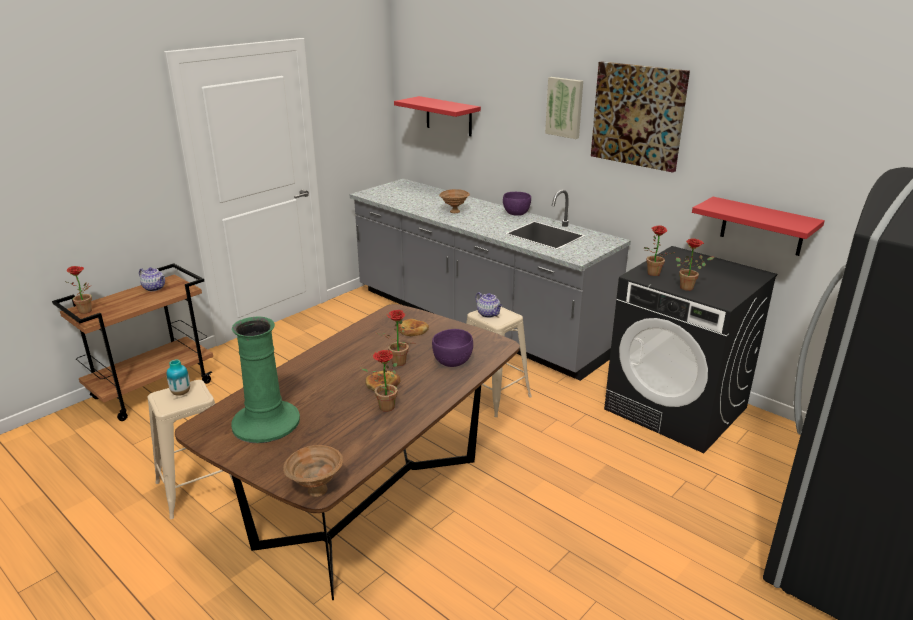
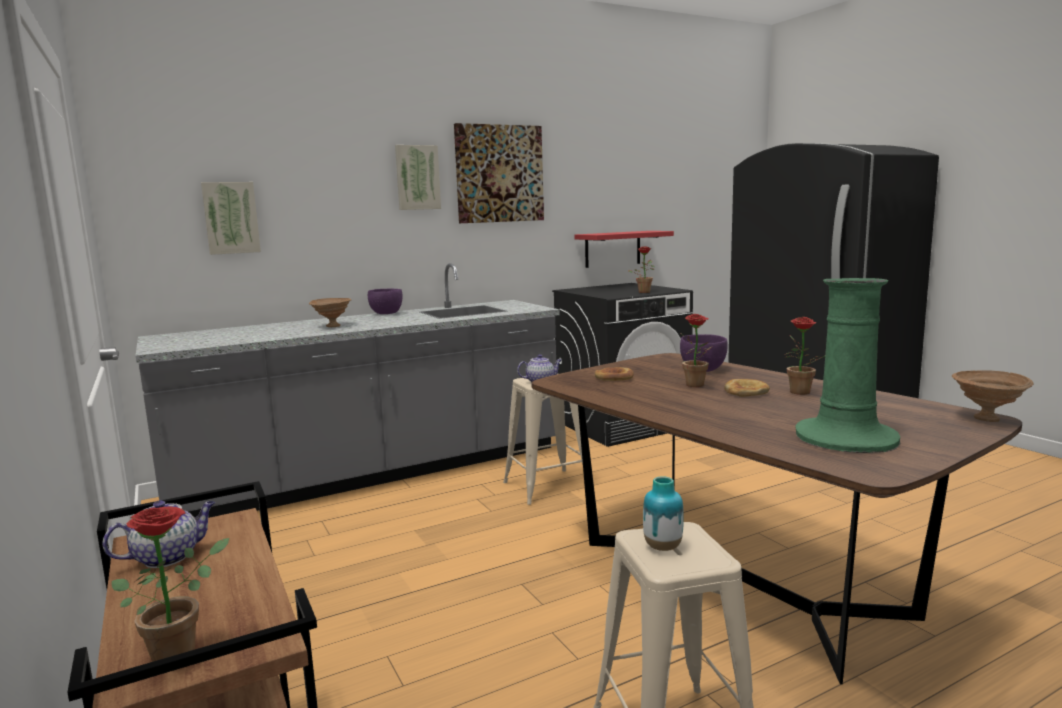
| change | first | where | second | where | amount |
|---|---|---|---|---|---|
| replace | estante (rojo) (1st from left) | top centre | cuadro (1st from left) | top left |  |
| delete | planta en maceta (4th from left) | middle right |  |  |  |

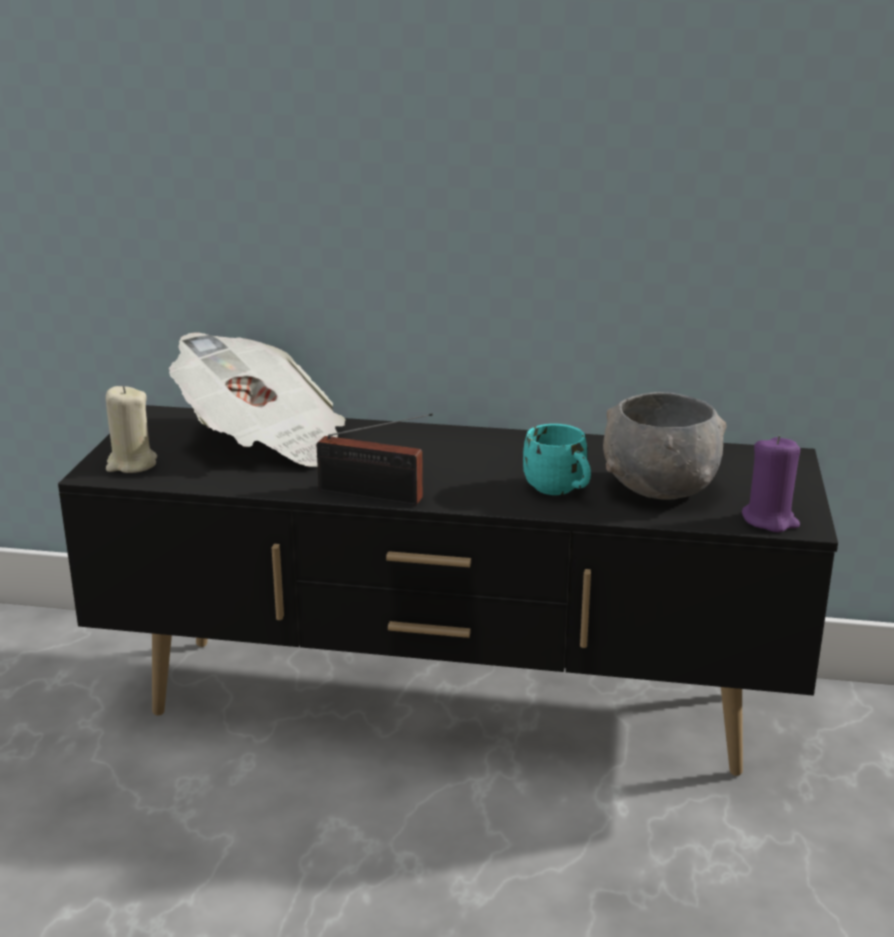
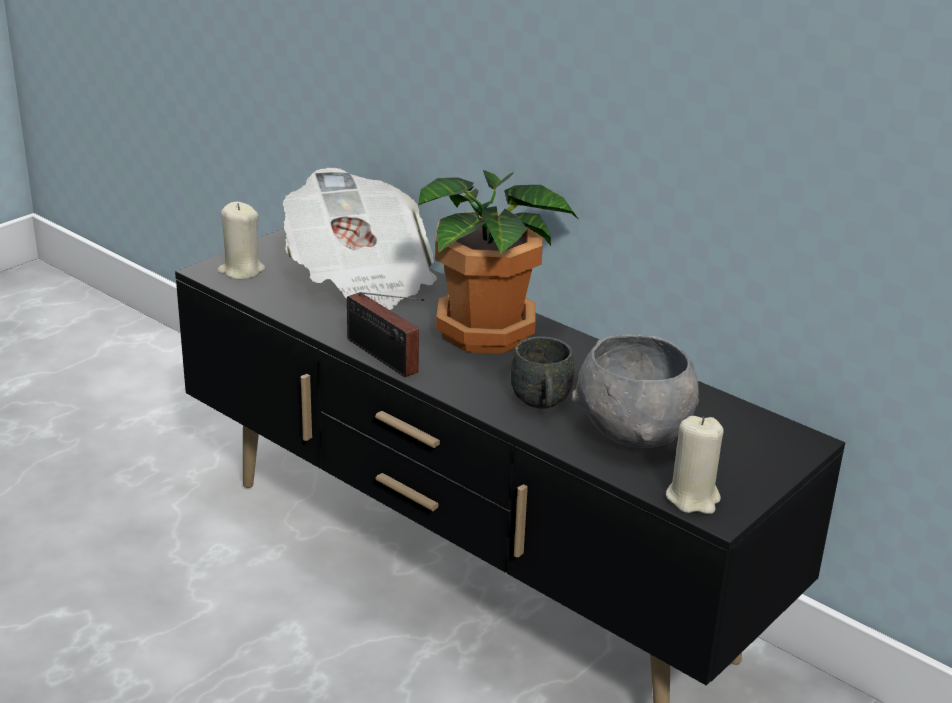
| change | first | where | second | where | amount |
|---|---|---|---|---|---|
| recolor | taza grande (turquesa) | centre | taza grande (gris) | centre |  |
| recolor | vela (morado) | middle right | vela (beis) (2nd from left) | middle right |  |
| insert |  |  | planta en maceta | centre |  |

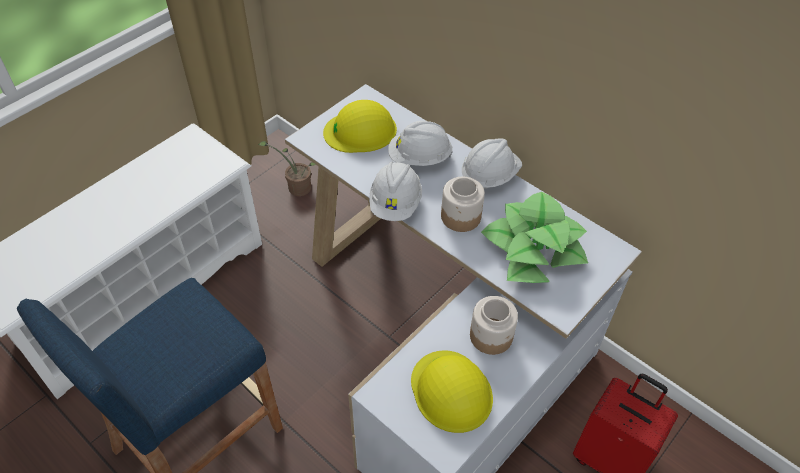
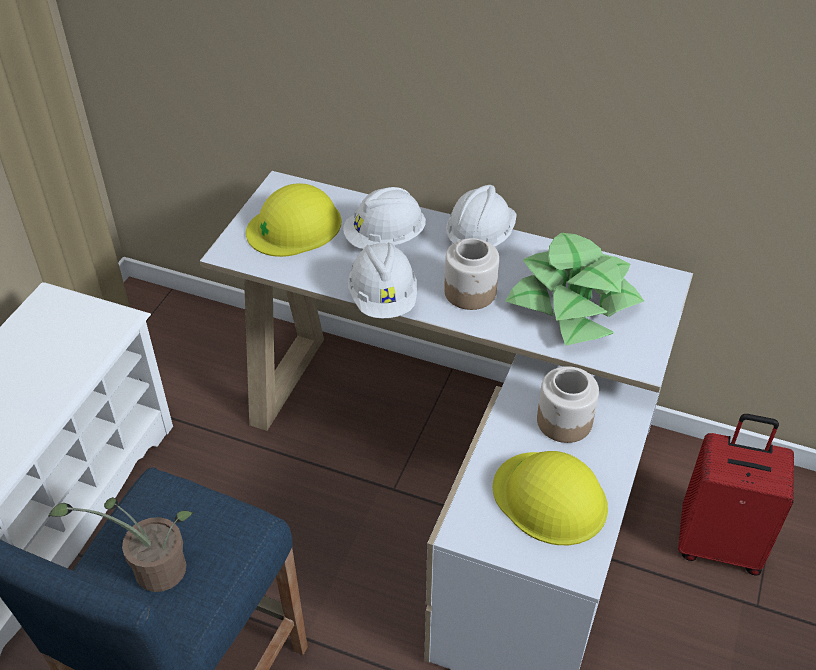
| change | first | where | second | where | amount |
|---|---|---|---|---|---|
| move | planta en maceta (1st from left) | centre |  | bottom left |  |

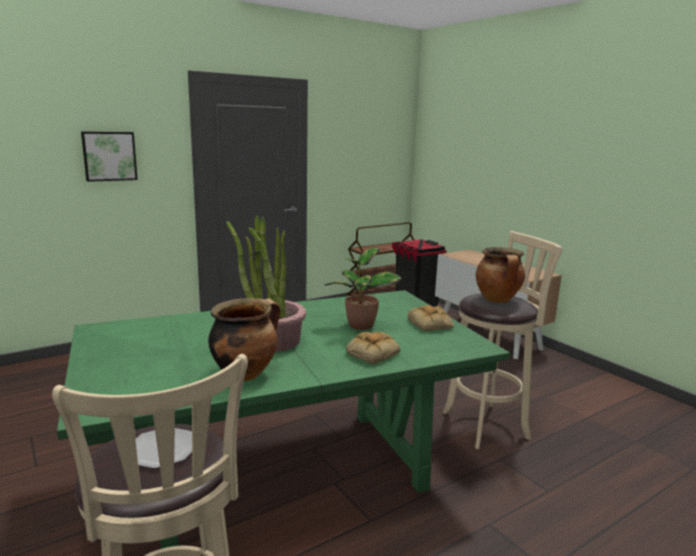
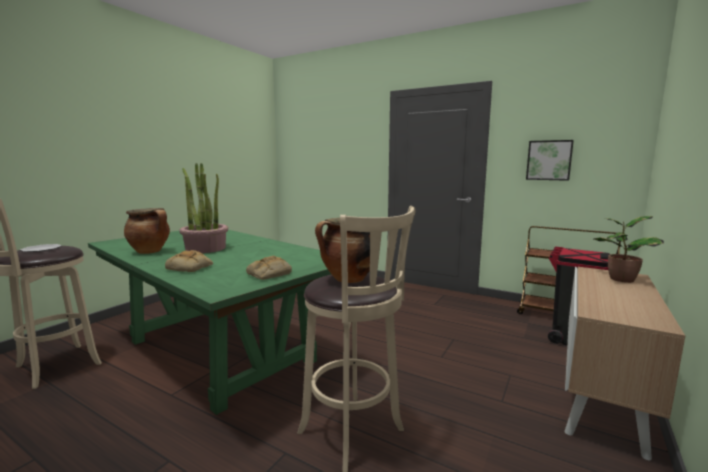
| change | first | where | second | where | amount |
|---|---|---|---|---|---|
| move | cuadro | top left |  | middle right |  |
| move | planta en maceta (2nd from left) | centre |  | middle right |  |

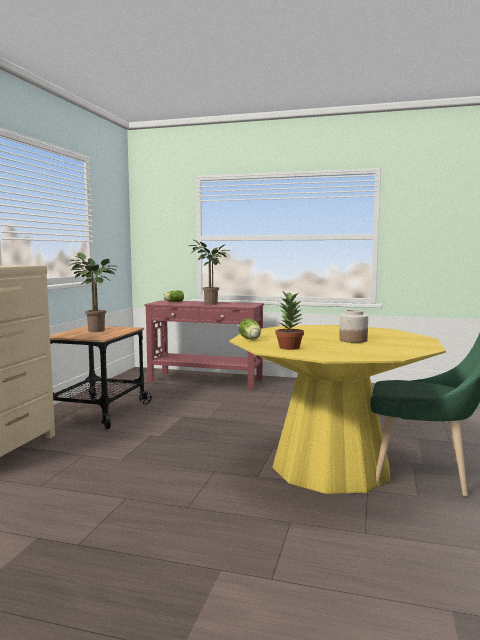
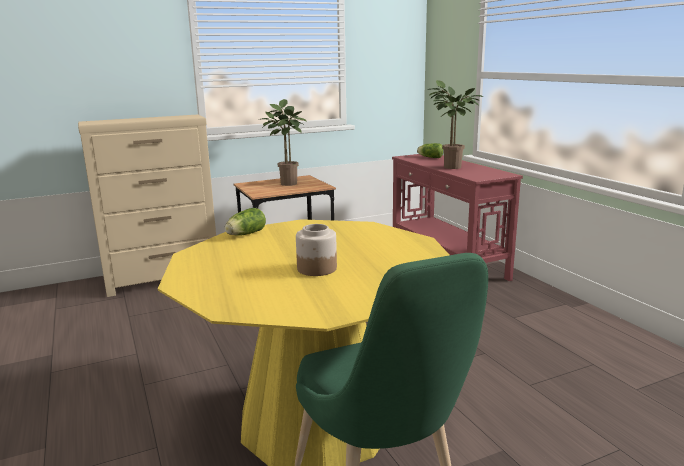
| change | first | where | second | where | amount |
|---|---|---|---|---|---|
| delete | planta en maceta (3rd from left) | centre |  |  |  |

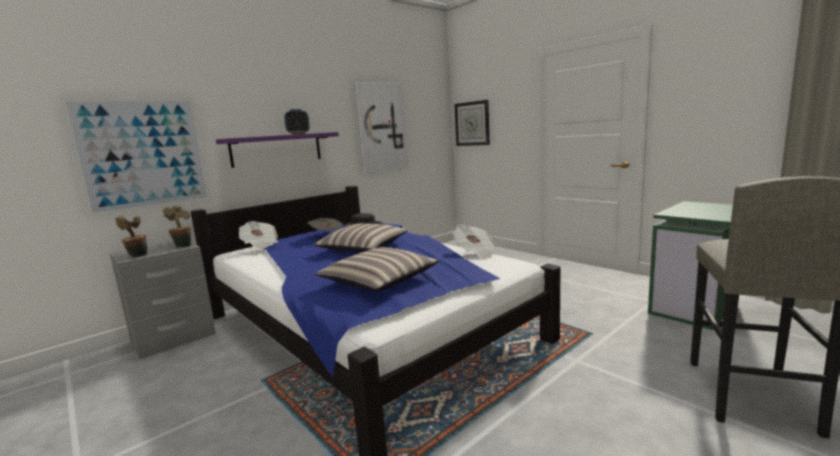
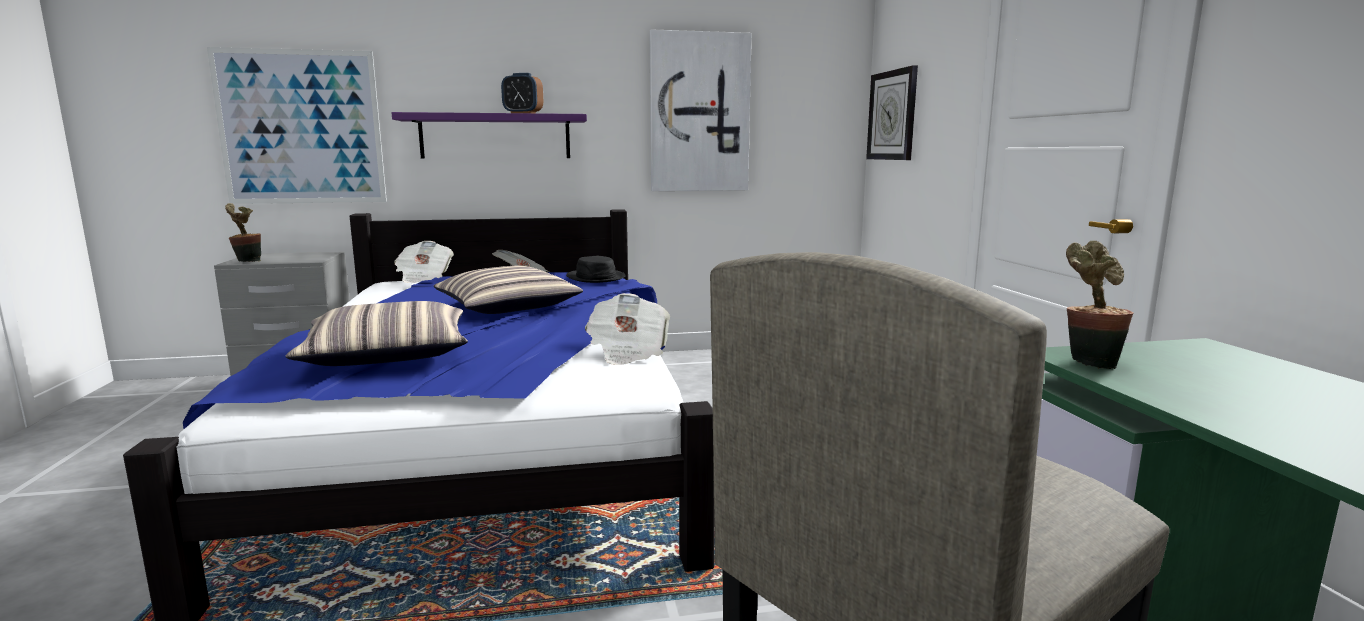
| change | first | where | second | where | amount |
|---|---|---|---|---|---|
| move | planta en maceta (2nd from left) | middle left |  | middle right |  |

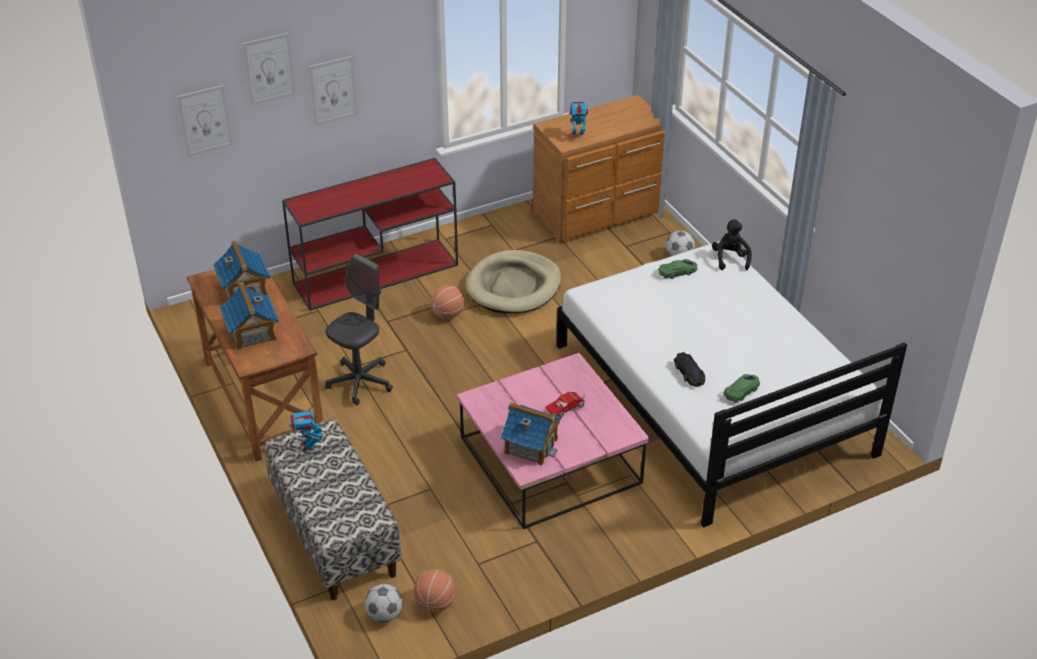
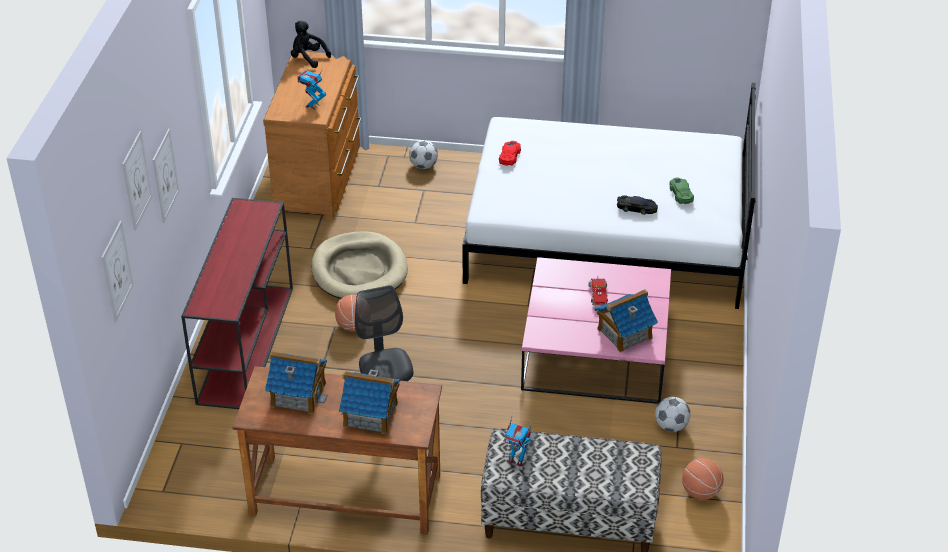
| change | first | where | second | where | amount |
|---|---|---|---|---|---|
| move | peluche (negro) | middle right |  | top left |  |
| recolor | coche de juguete (verde) (1st from left) | centre | coche de juguete (rojo) | top centre |  |
| move | balón de fútbol (1st from left in the first image) | bottom centre | balón de fútbol (2nd from left) | bottom right |  |

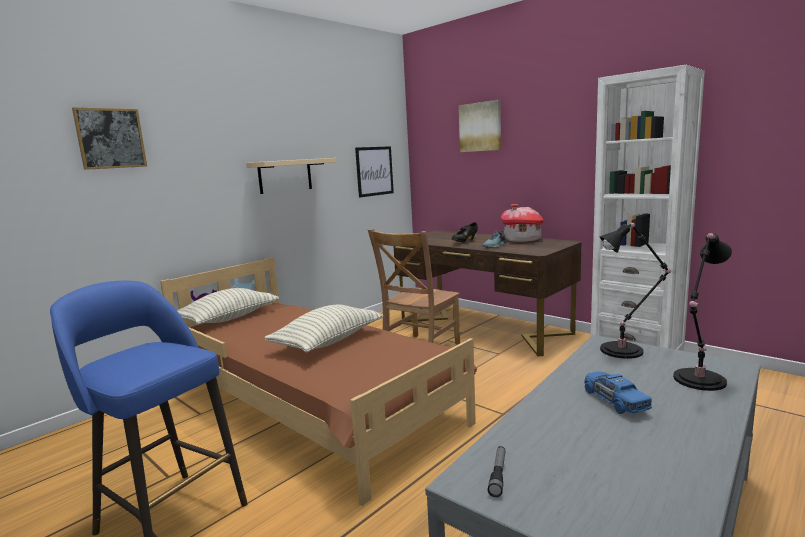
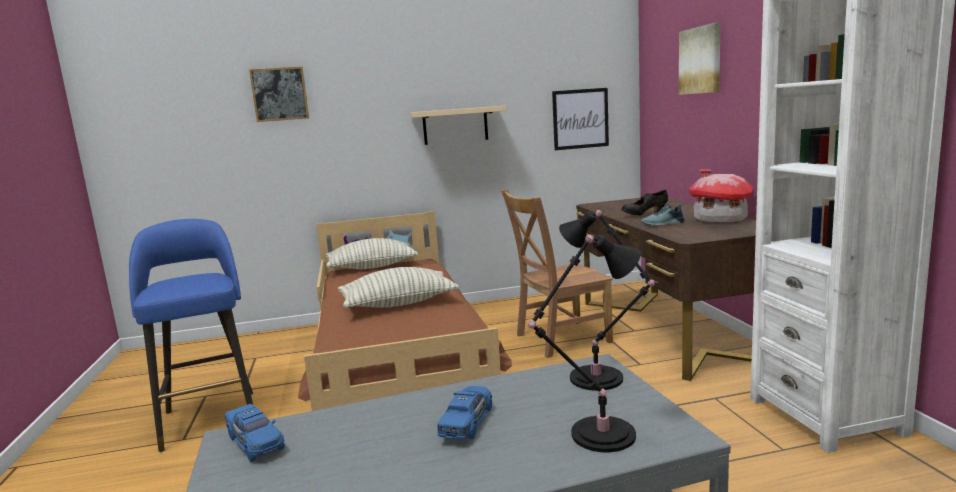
| change | first | where | second | where | amount |
|---|---|---|---|---|---|
| replace | linterna | bottom centre | coche de juguete (azul) (1st from left) | bottom left |  |

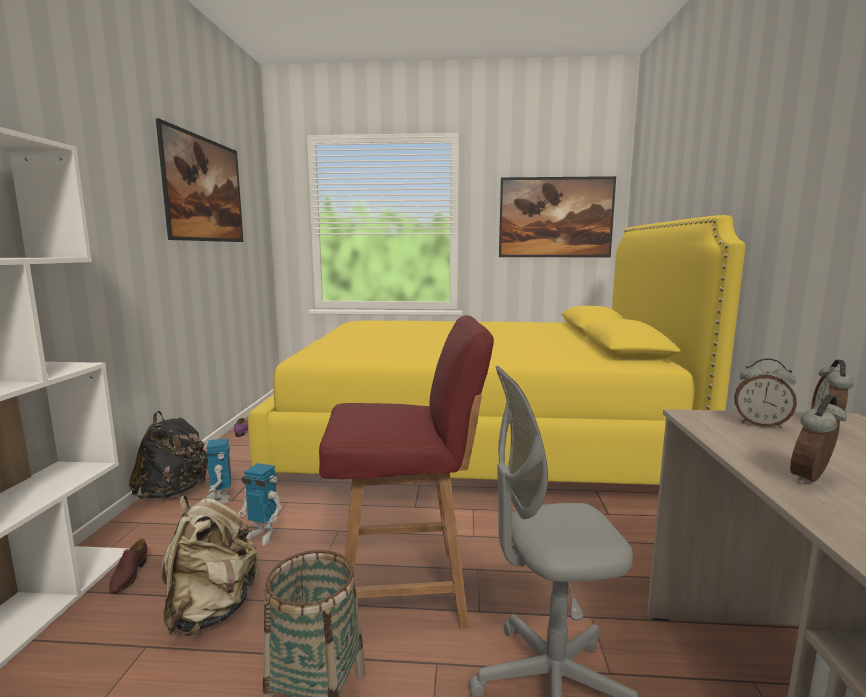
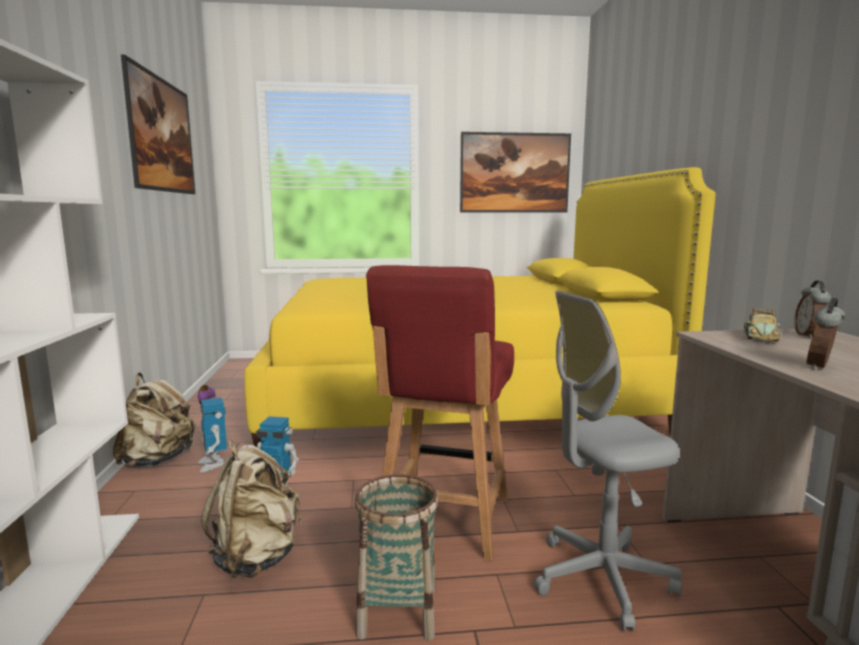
| change | first | where | second | where | amount |
|---|---|---|---|---|---|
| rotate | silla (rojo) | bottom centre |  | centre | 120 degrees clockwise |
| replace | despertador (1st from left) | middle right | coche de juguete | middle right |  |
| recolor | mochila (negro) | middle left | mochila (beis) (1st from left) | middle left |  |
| delete | zapato (marrón) | bottom left |  |  |  |

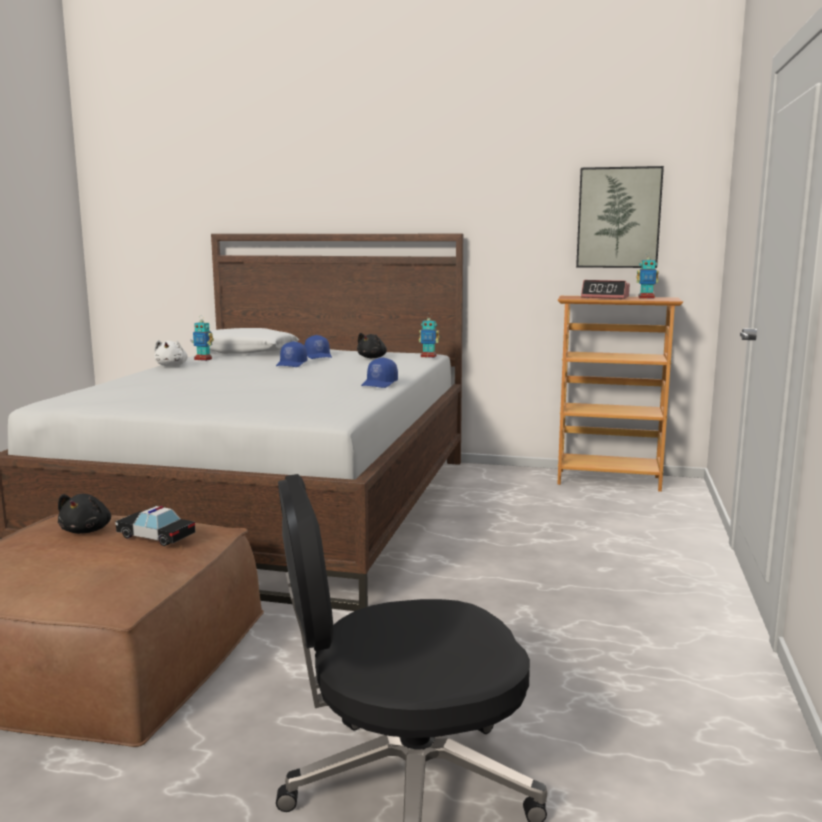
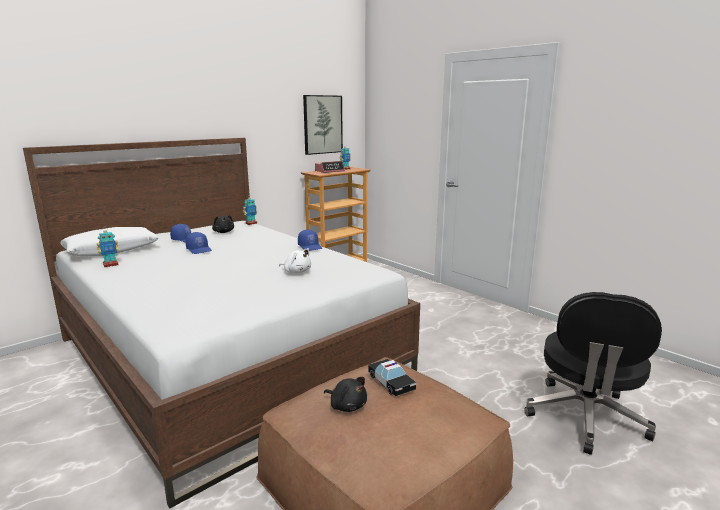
| change | first | where | second | where | amount |
|---|---|---|---|---|---|
| move | peluche (blanco) | middle left |  | centre |  |
| rotate | coche de juguete | middle left |  | bottom centre | 90 degrees counterclockwise |

